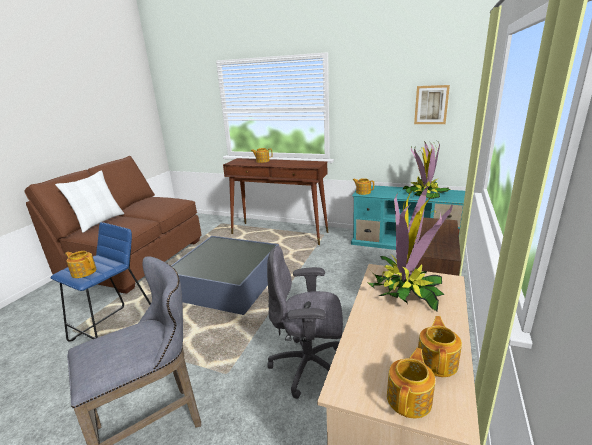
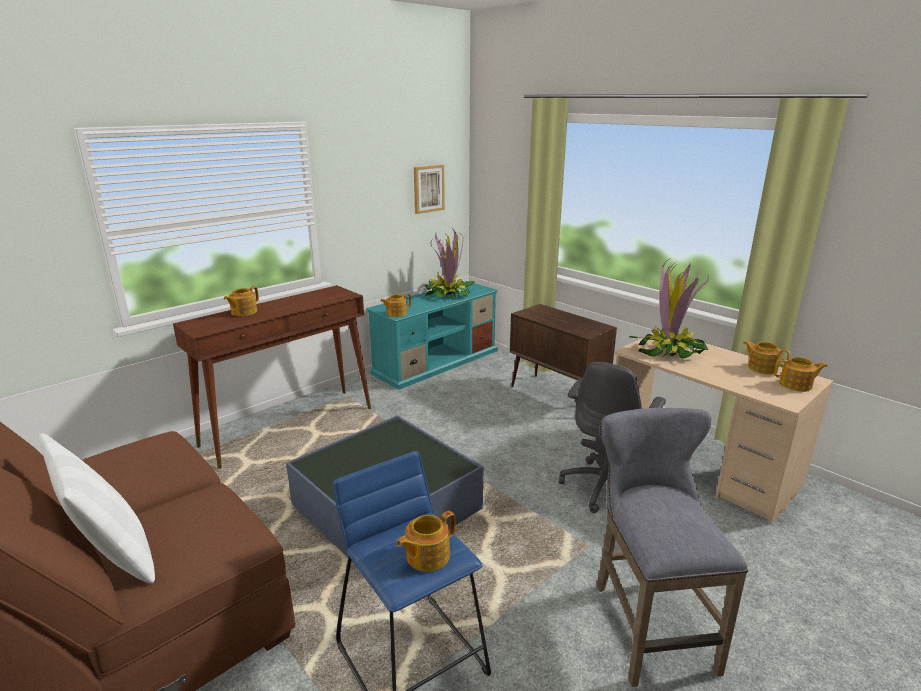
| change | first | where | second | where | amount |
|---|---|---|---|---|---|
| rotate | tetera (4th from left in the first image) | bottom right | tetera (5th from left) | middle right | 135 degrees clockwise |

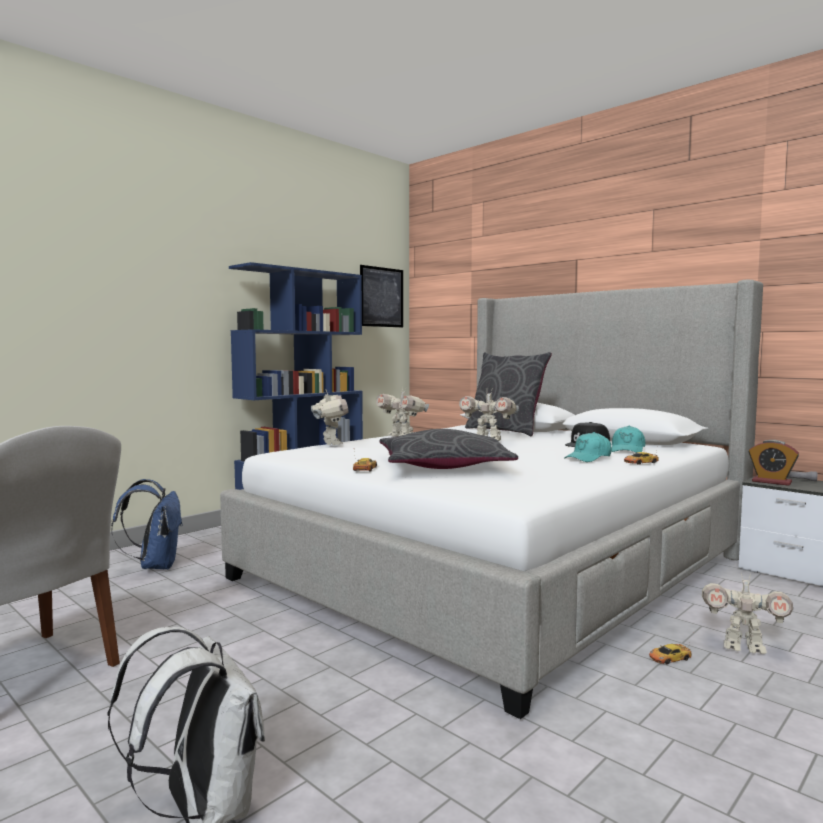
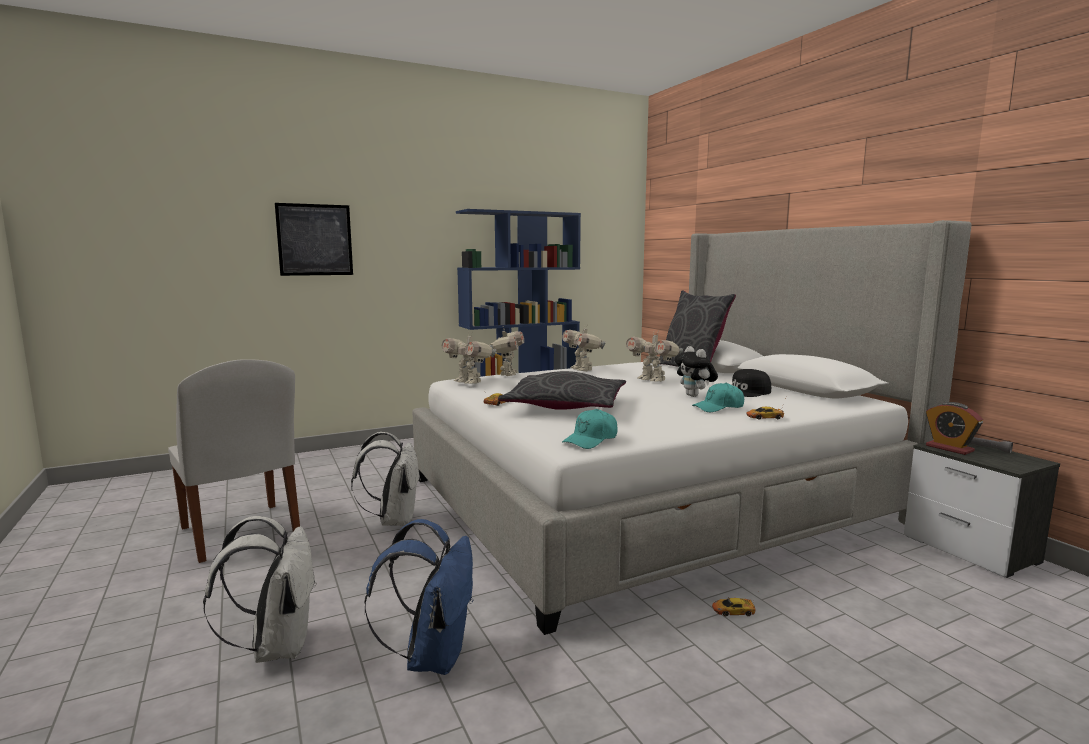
| change | first | where | second | where | amount |
|---|---|---|---|---|---|
| move | cuadro | centre |  | top left |  |
| move | gorra (turquesa) (2nd from left in the first image) | middle right | gorra (turquesa) (1st from left) | centre |  |
| move | mochila (azul) | middle left |  | bottom centre |  |
| move | robot de juguete (4th from left in the first image) | bottom right | robot de juguete (1st from left) | centre |  |
| insert |  |  | peluche | centre |  |
| insert |  |  | mochila (blanco) (2nd from left) | centre |  |

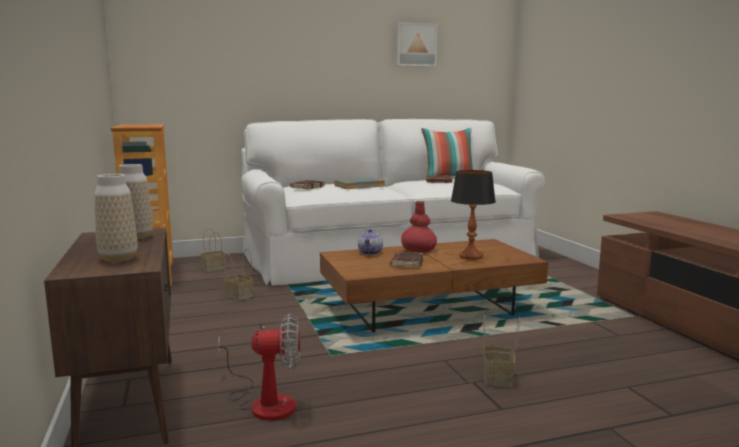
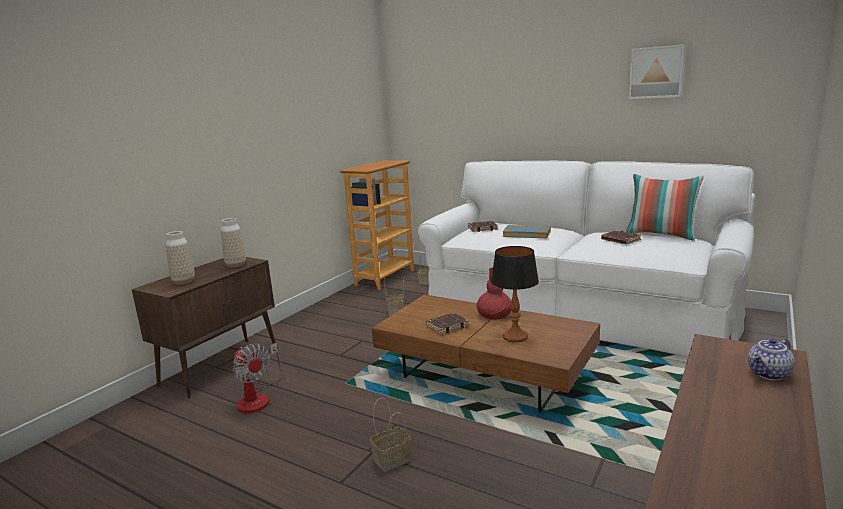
| change | first | where | second | where | amount |
|---|---|---|---|---|---|
| move | tetera | centre |  | bottom right |  |

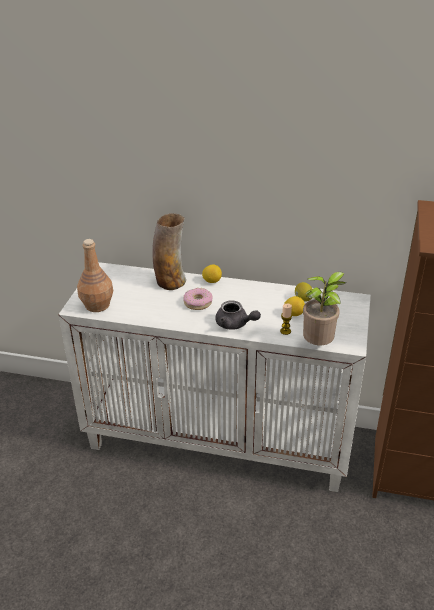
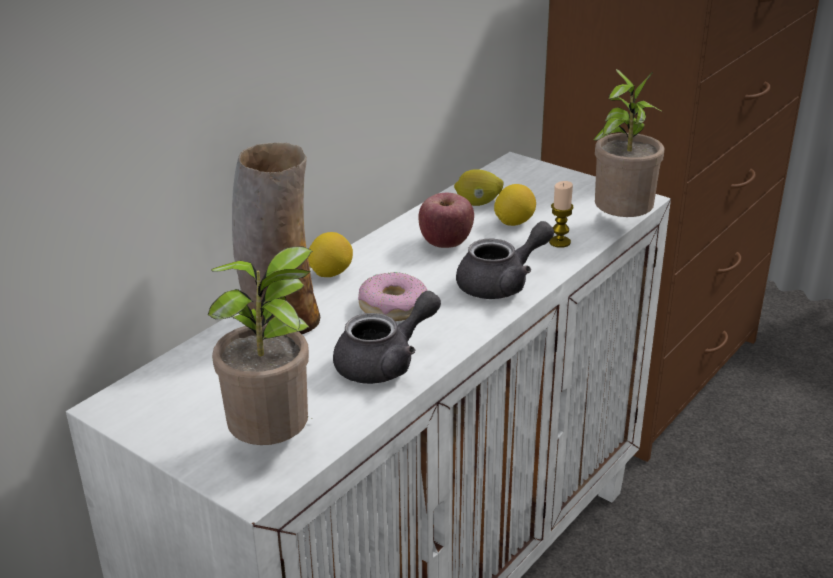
| change | first | where | second | where | amount |
|---|---|---|---|---|---|
| replace | botella (marrón) | middle left | planta en maceta (1st from left) | middle left |  |
| insert |  |  | manzana | centre |  |
| insert |  |  | tetera (gris) (1st from left) | centre |  |

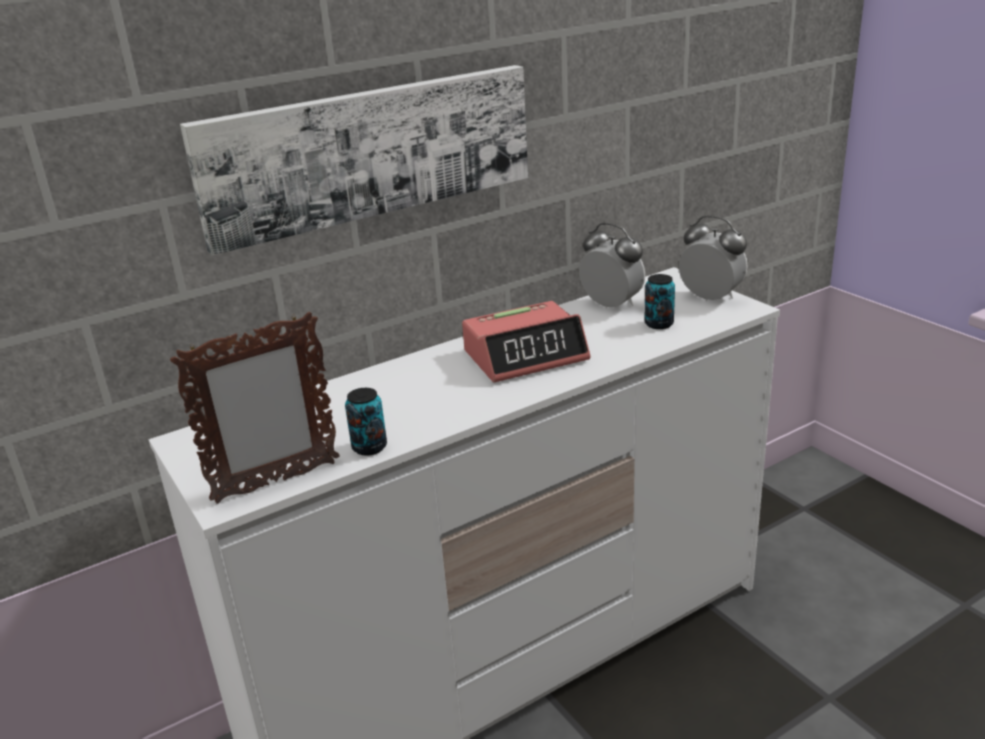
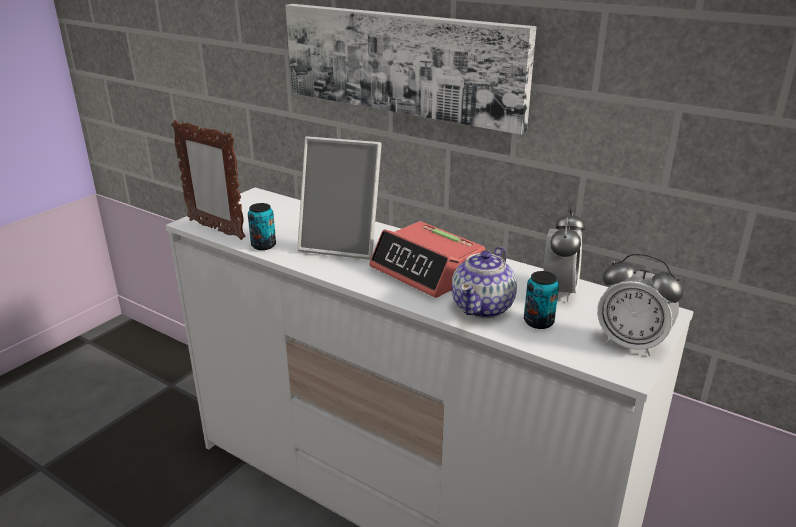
| change | first | where | second | where | amount |
|---|---|---|---|---|---|
| rotate | despertador (3rd from left) | middle right |  | middle right | 105 degrees clockwise |
| insert |  |  | portarretratos (2nd from left) | centre |  |
| insert |  |  | tetera | centre |  |

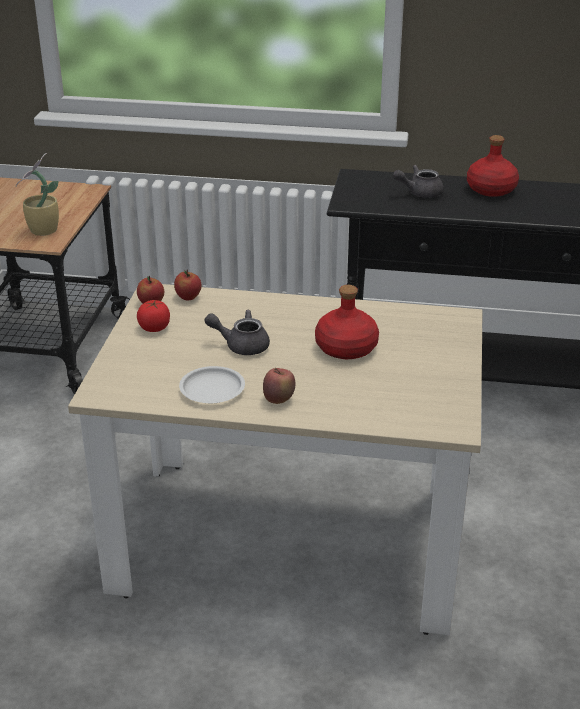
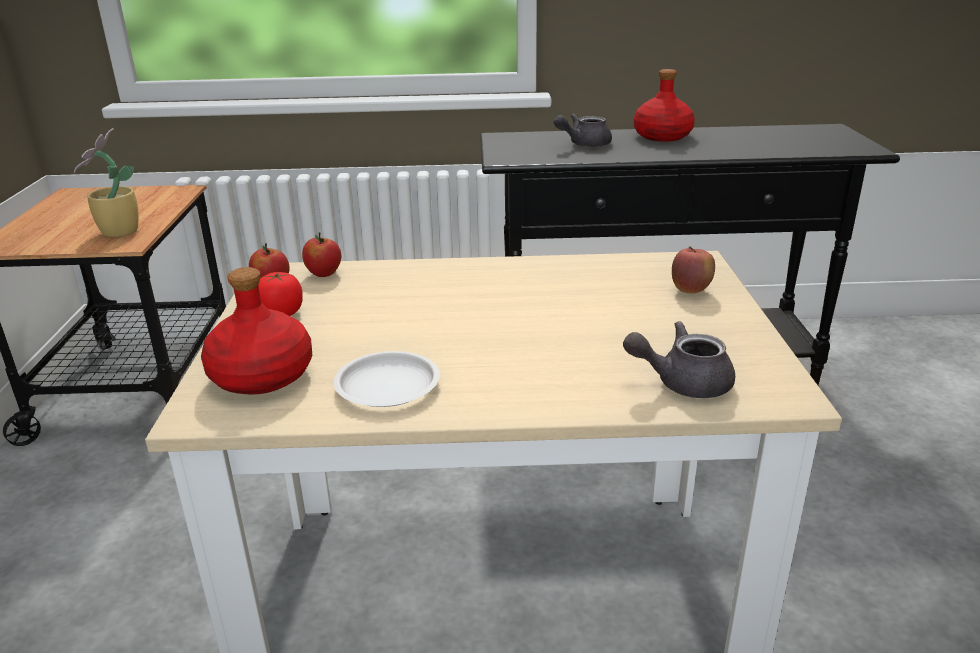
| change | first | where | second | where | amount |
|---|---|---|---|---|---|
| move | botella (rojo) (1st from left) | centre |  | middle left |  |
| move | tetera (gris) (1st from left in the first image) | centre | tetera (gris) (2nd from left) | middle right |  |
| move | manzana (3rd from left) | centre |  | middle right |  |

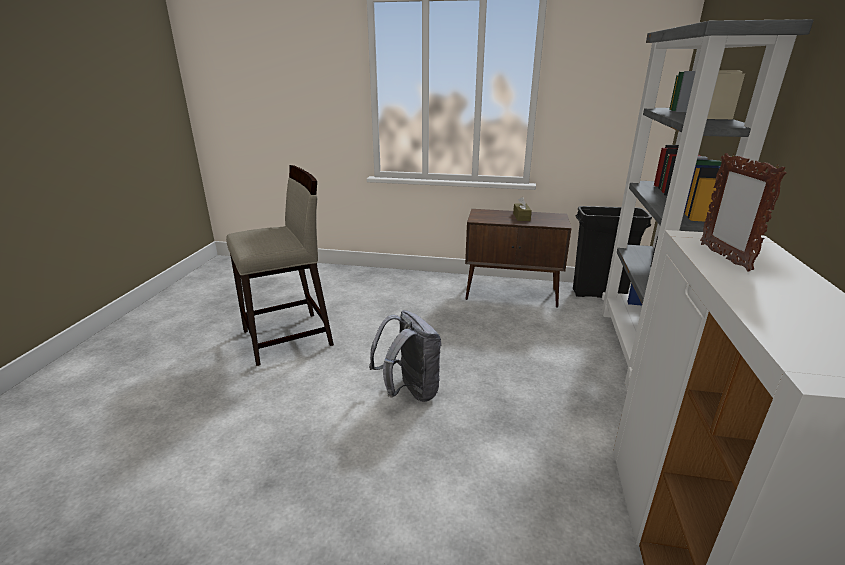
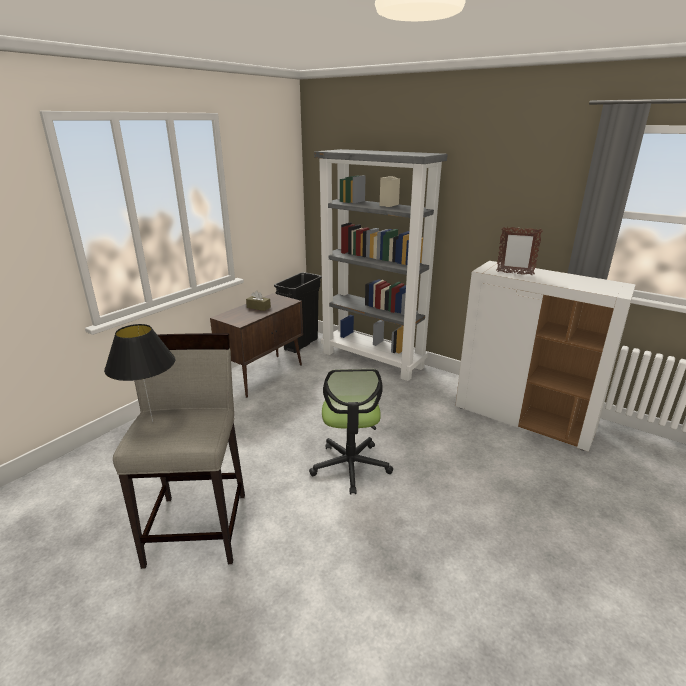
| change | first | where | second | where | amount |
|---|---|---|---|---|---|
| replace | mochila (gris) | centre | silla de oficina | centre |  |
| insert |  |  | lámpara de mesa (negro) | middle left |  |

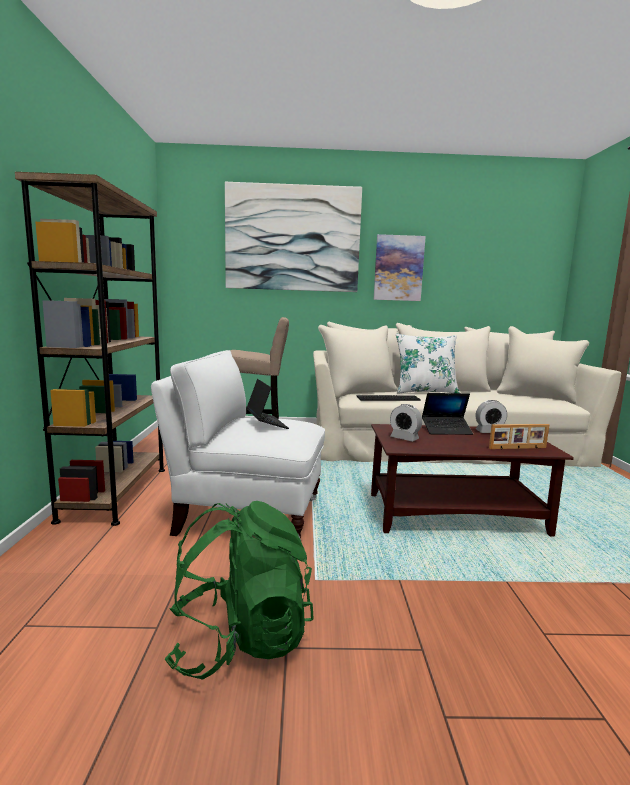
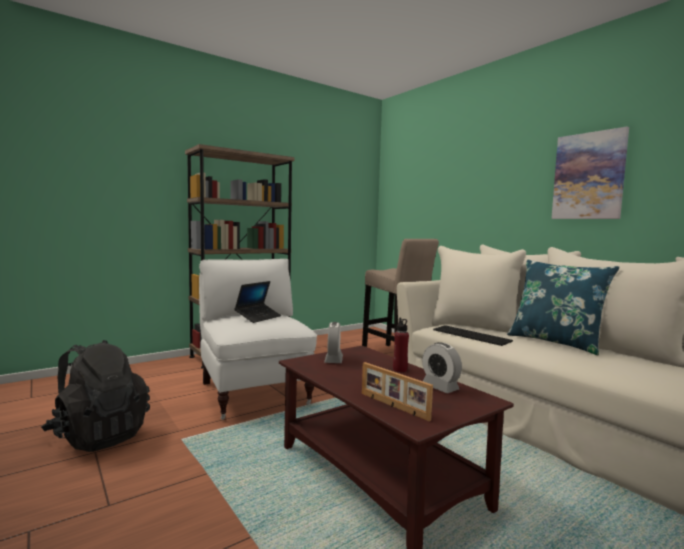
| change | first | where | second | where | amount |
|---|---|---|---|---|---|
| delete | cuadro (1st from left) | top centre |  |  |  |
| recolor | cojín (blanco) | middle right | cojín (azul) | middle right |  |
| replace | portátil (2nd from left) | middle right | botella (rojo) | centre |  |
| recolor | mochila (verde) | bottom centre | mochila (negro) | bottom left |  |

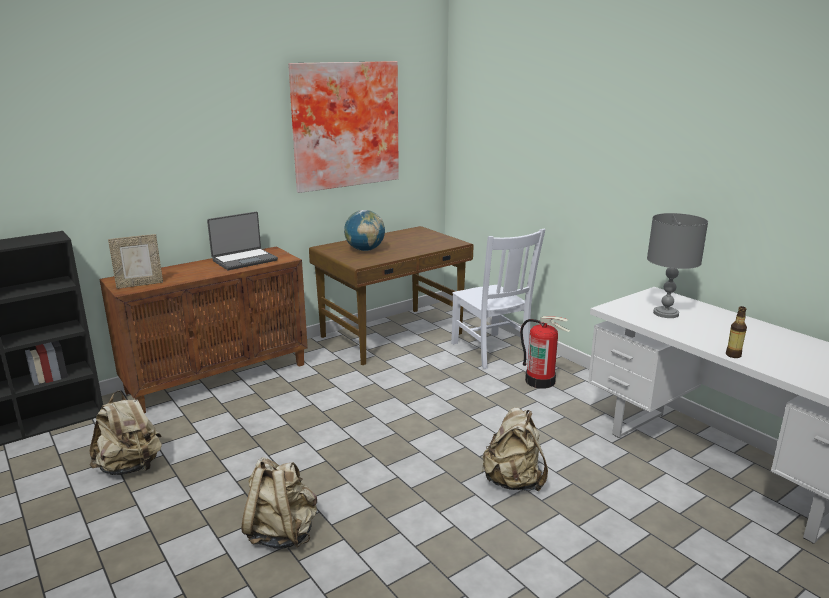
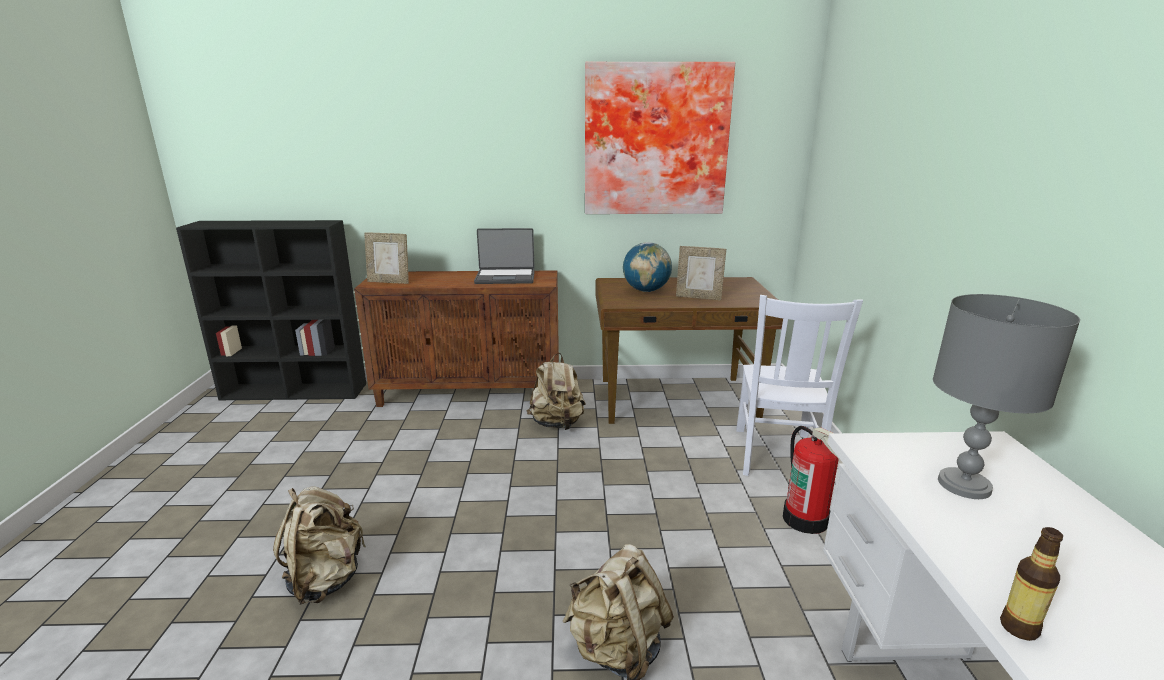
| change | first | where | second | where | amount |
|---|---|---|---|---|---|
| move | mochila (beis) (1st from left in the first image) | bottom left | mochila (beis) (2nd from left) | centre |  |
| insert |  |  | portarretratos (2nd from left) | centre |  |

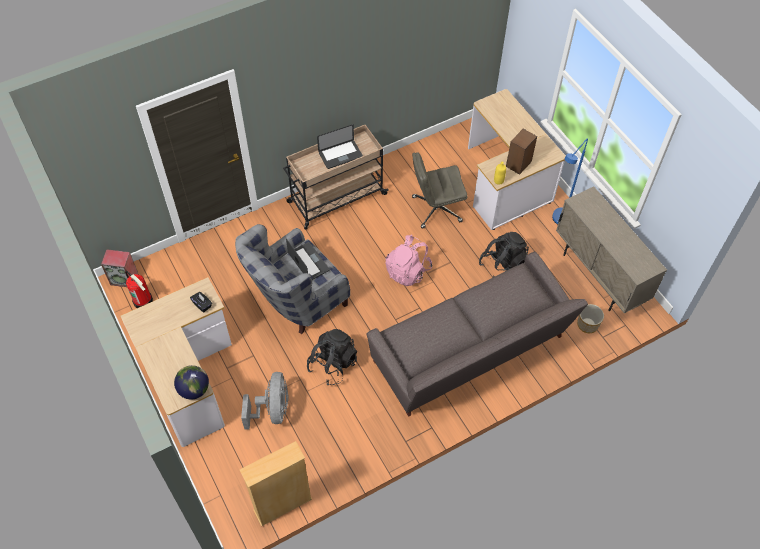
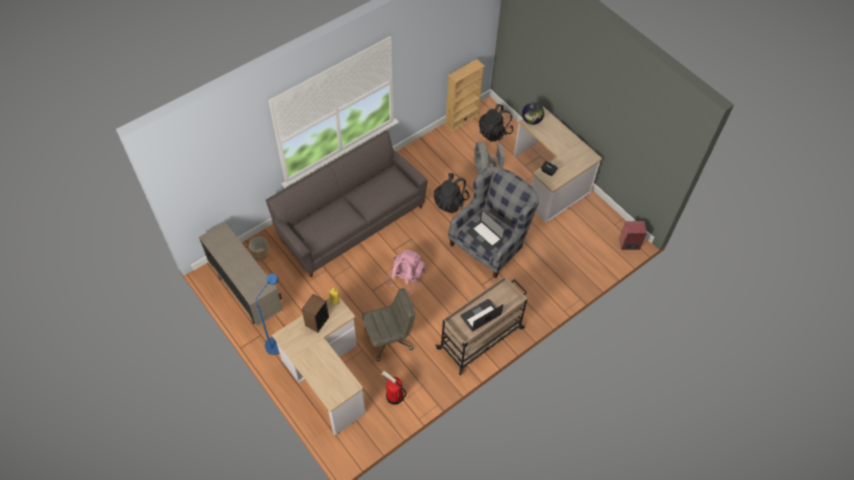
| change | first | where | second | where | amount |
|---|---|---|---|---|---|
| move | mochila (negro) (2nd from left) | centre |  | top centre |  |
| move | extintor | middle left |  | bottom centre |  |

